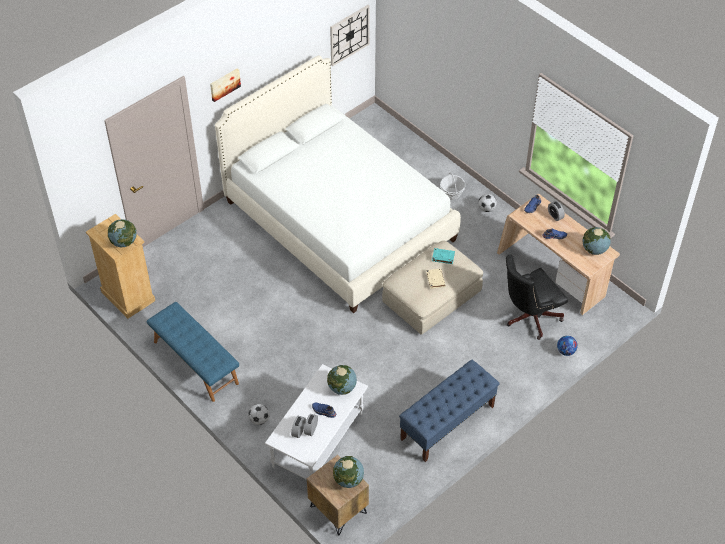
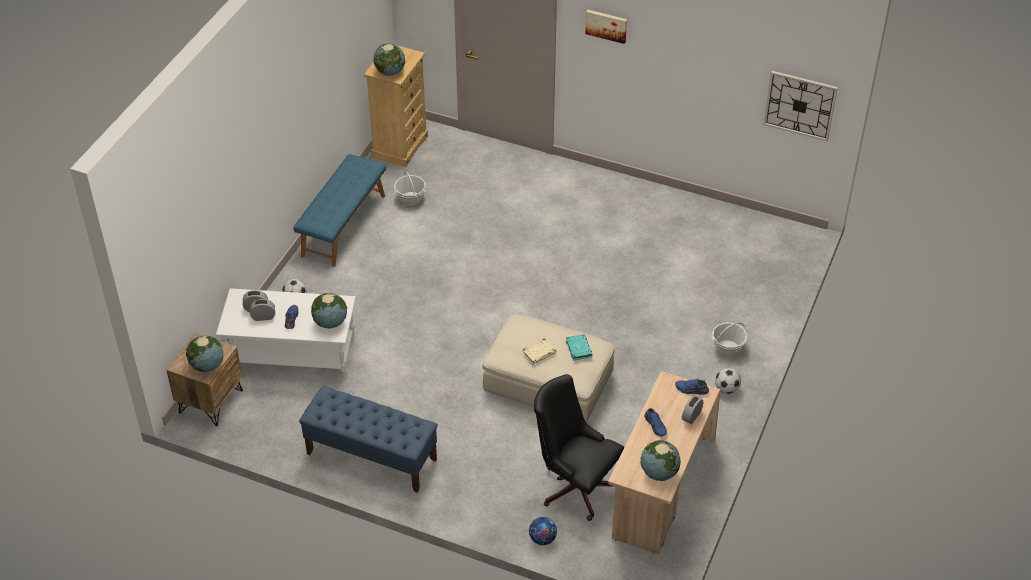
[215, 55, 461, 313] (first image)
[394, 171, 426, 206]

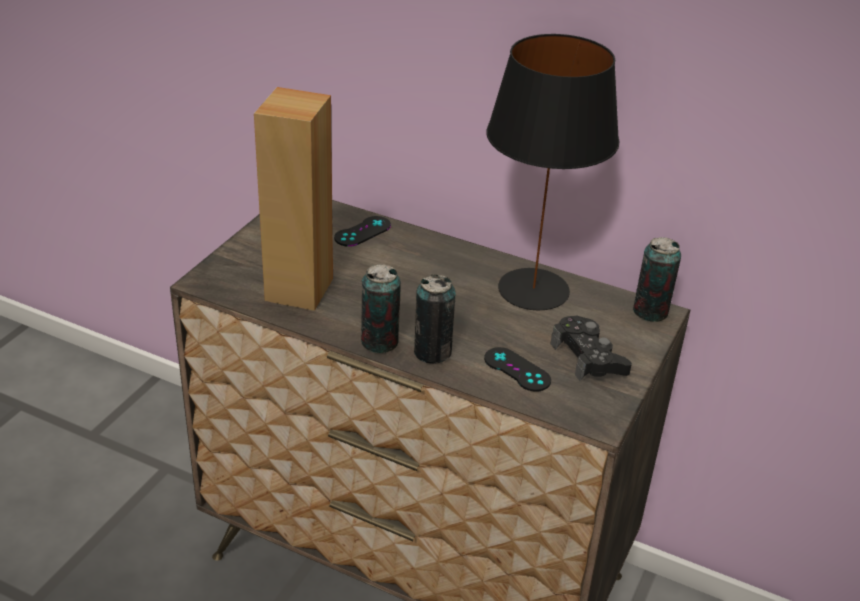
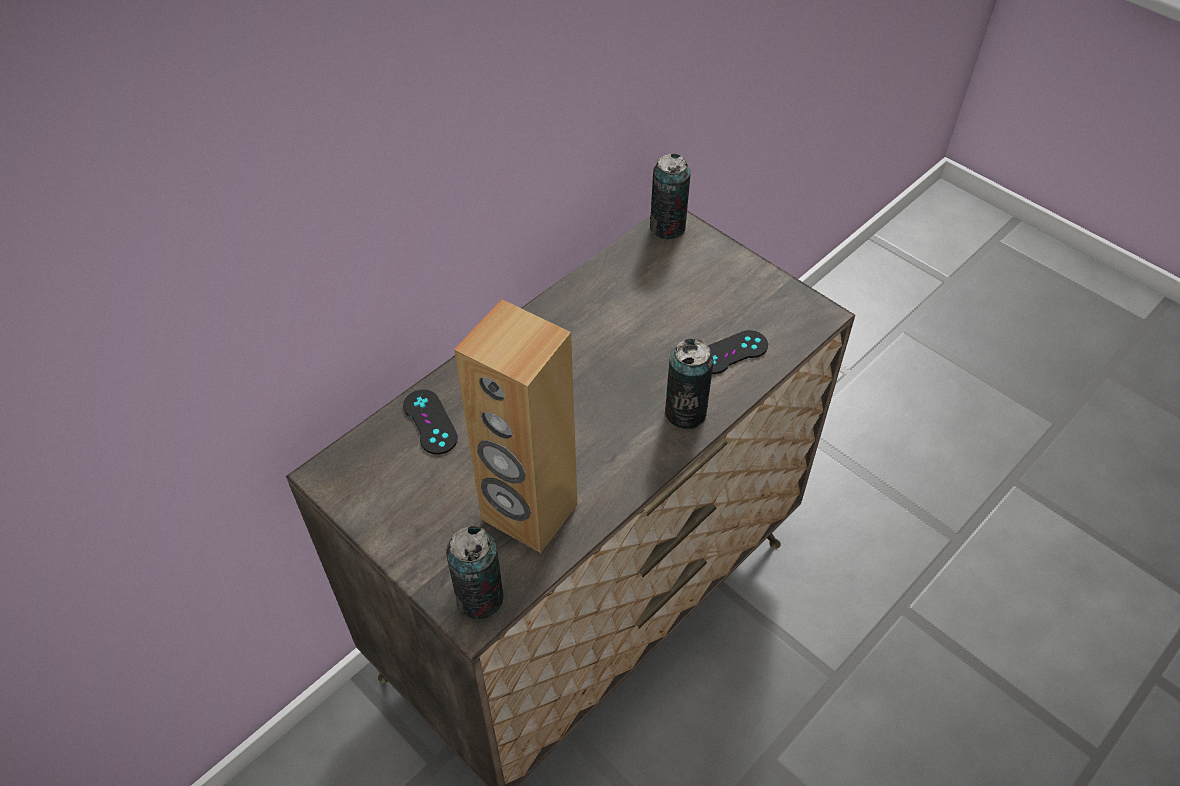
[486, 34, 619, 310] (first image)
[446, 526, 504, 619]
[551, 315, 632, 381] (first image)

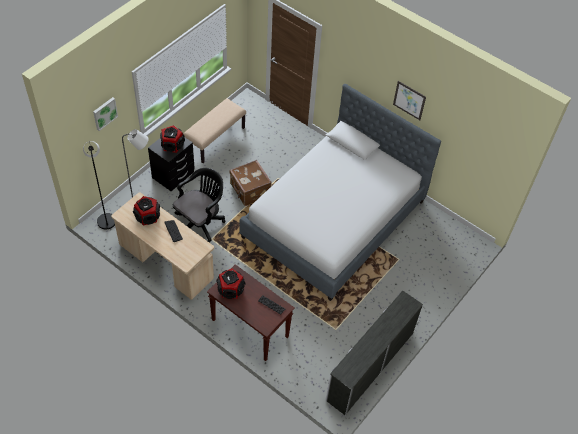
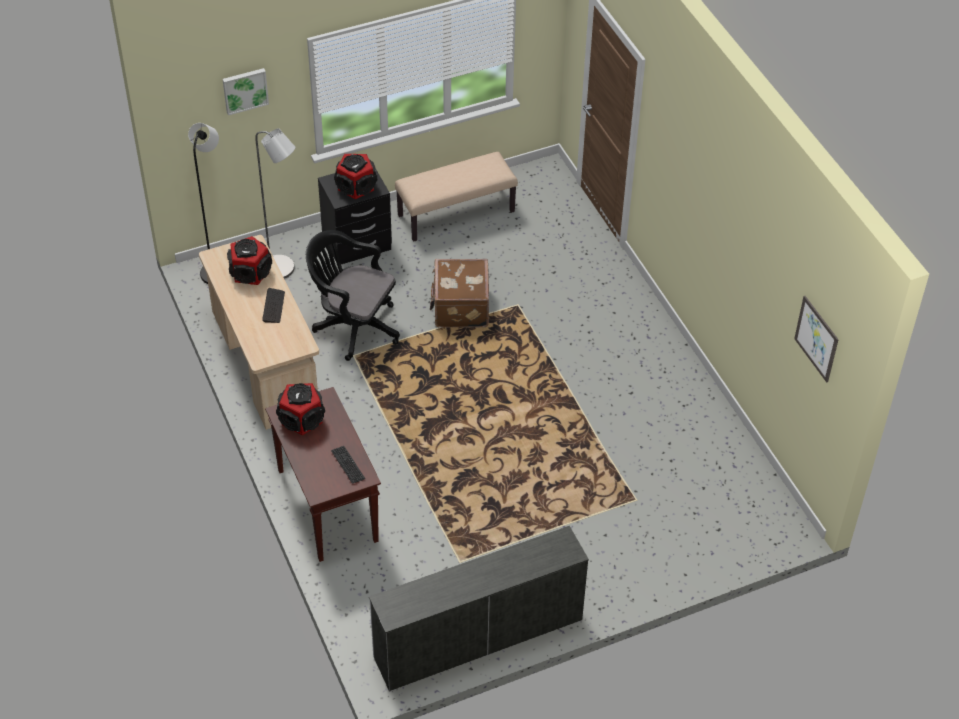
[794, 296, 839, 383]
[240, 84, 441, 301] (first image)
[306, 230, 400, 361]

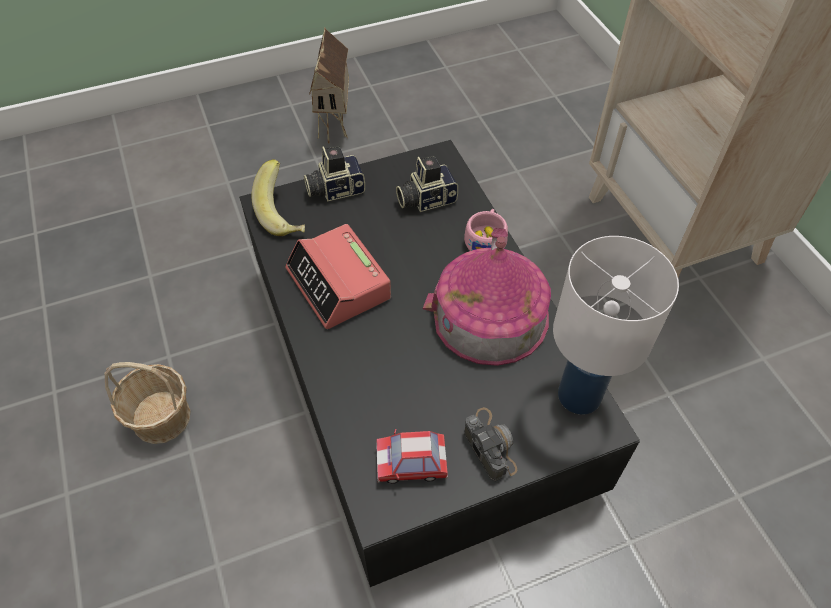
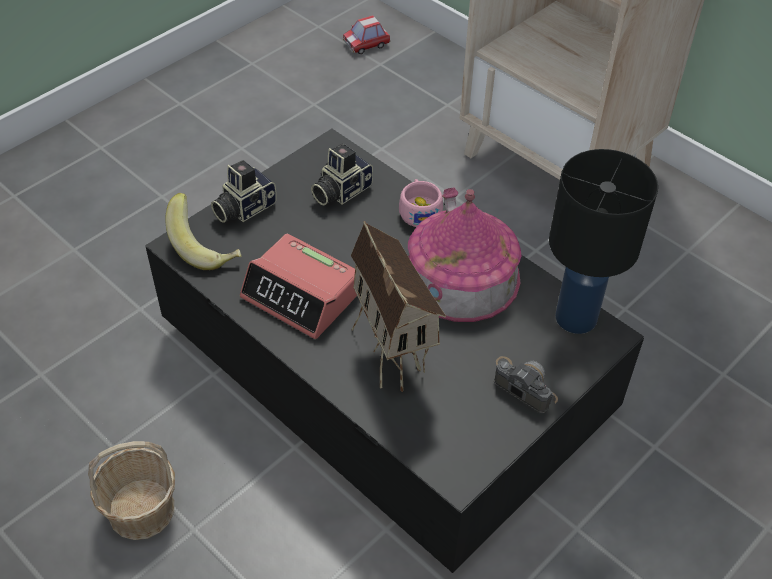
[351, 221, 446, 392]
[549, 149, 658, 334]
[343, 16, 390, 54]

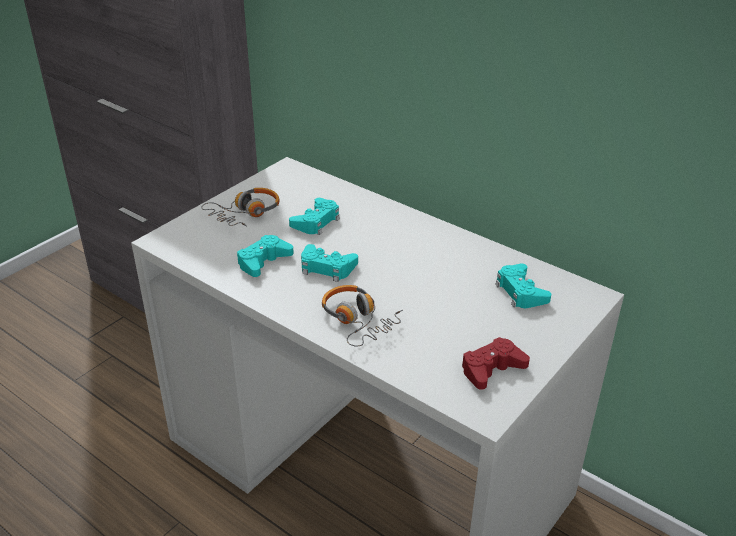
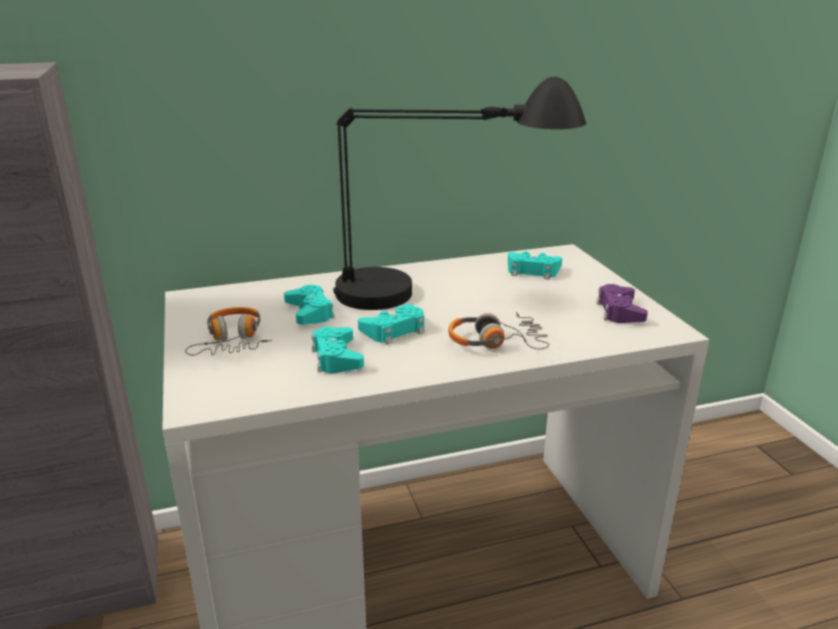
[596, 284, 648, 323]
[333, 77, 586, 310]

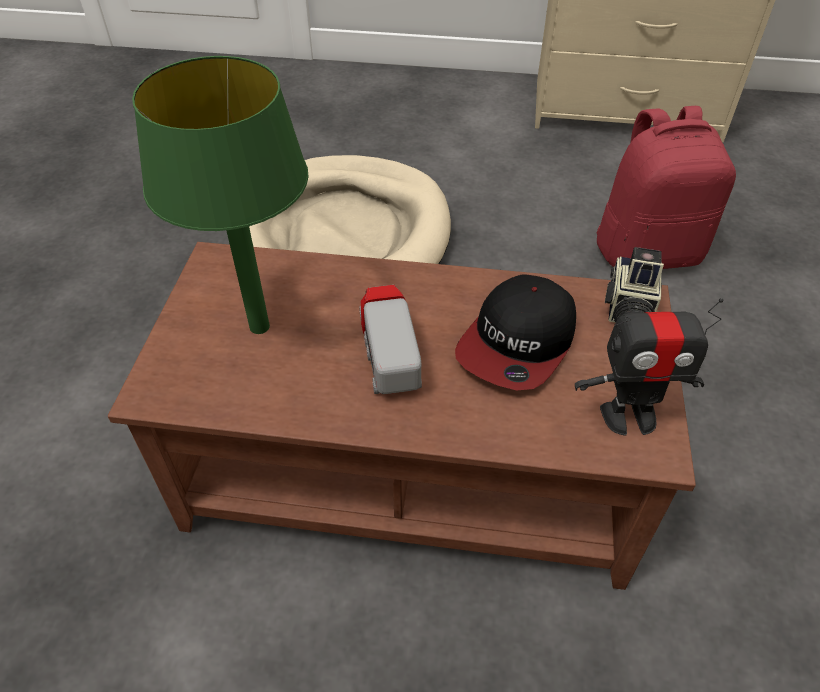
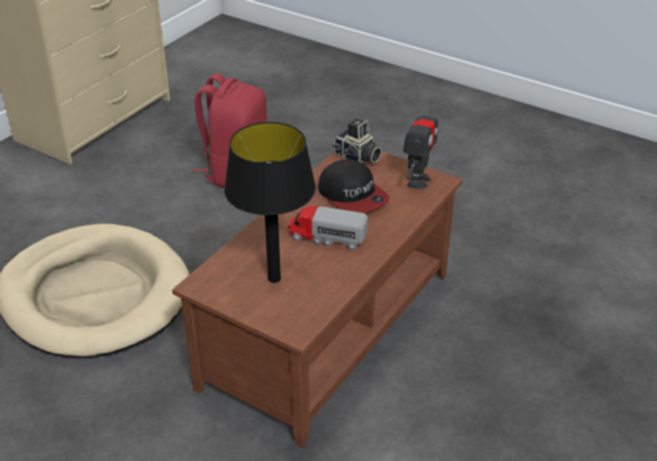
[224, 122, 316, 283]

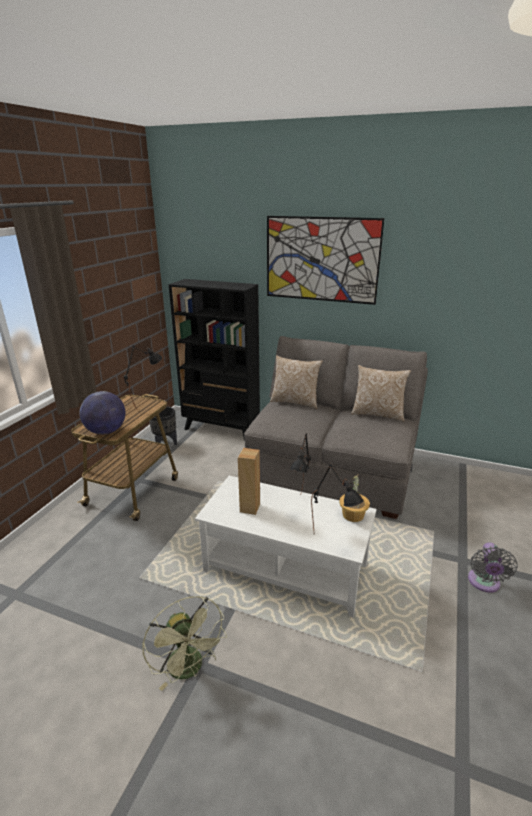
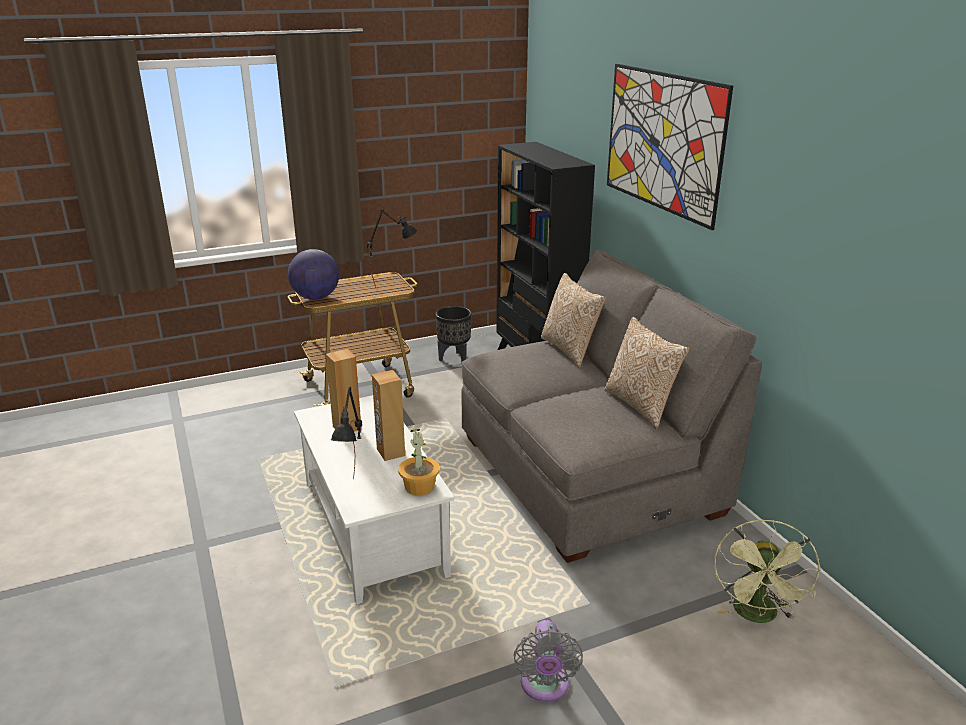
[372, 370, 405, 461]
[514, 620, 583, 702]
[714, 520, 821, 623]

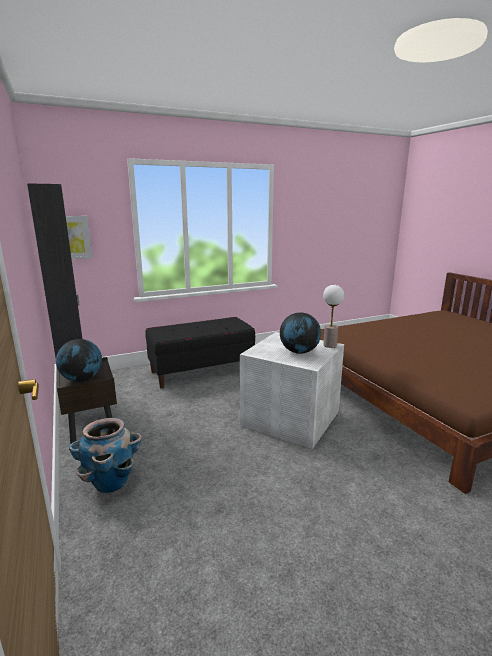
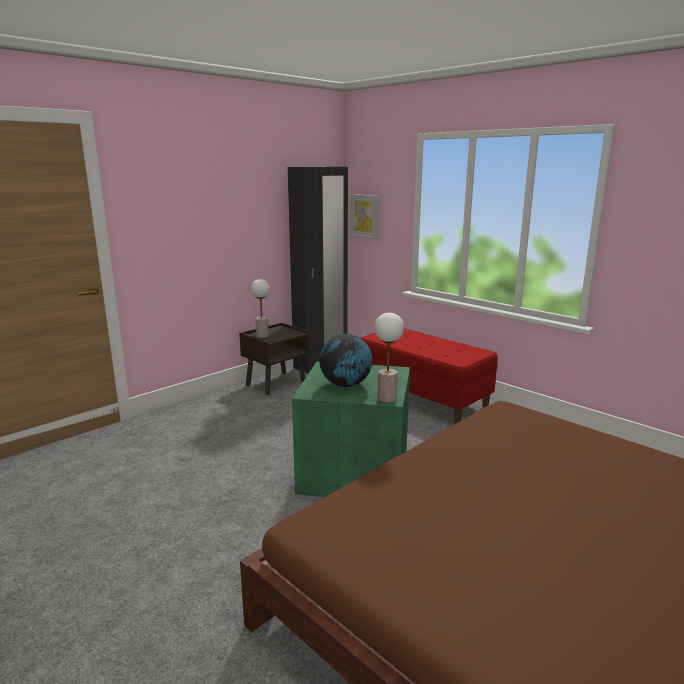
[361, 328, 498, 424]
[292, 361, 410, 497]
[251, 279, 270, 338]
[69, 418, 142, 493] (first image)

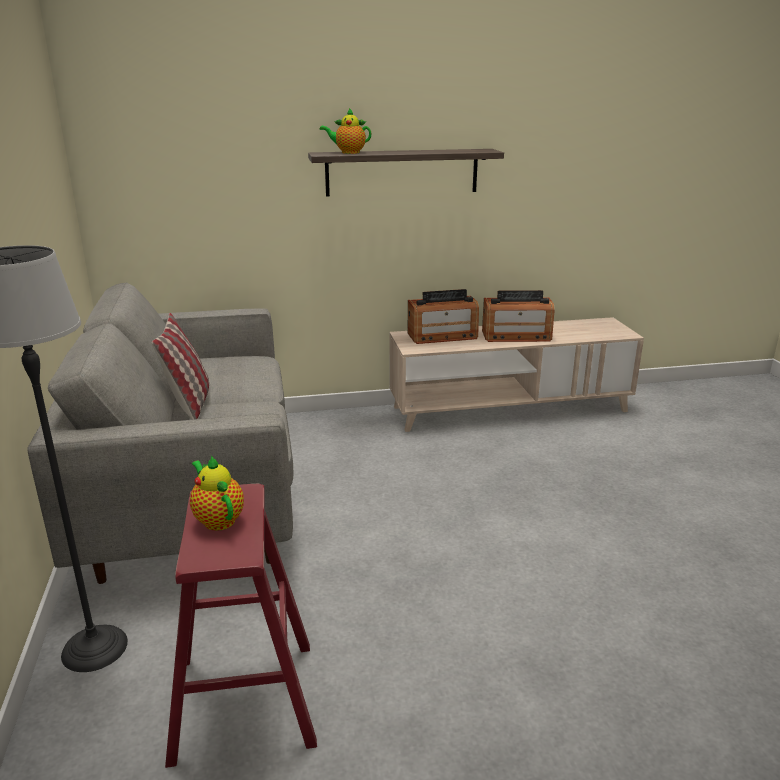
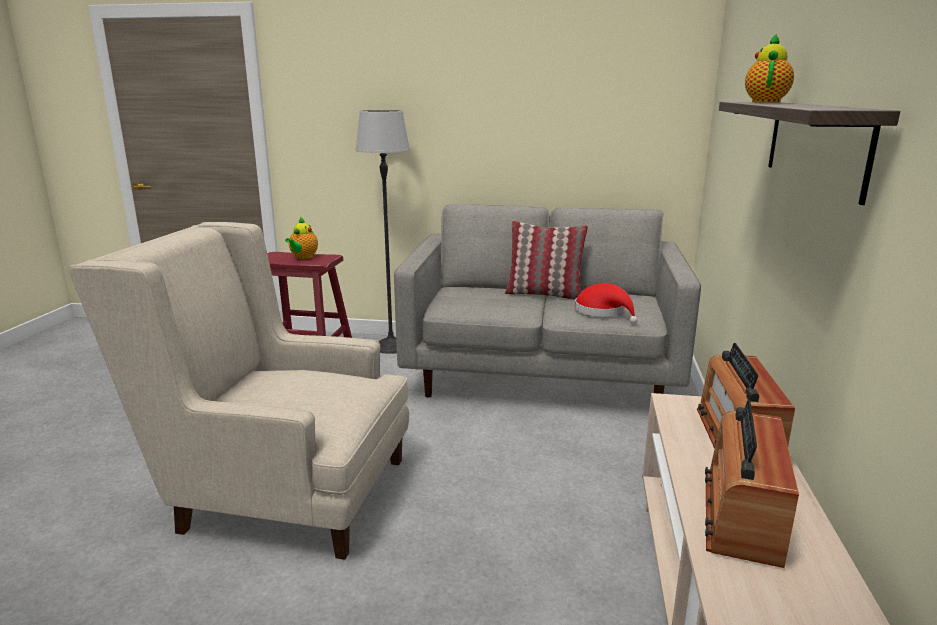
[285, 217, 318, 259]
[69, 222, 409, 560]
[575, 283, 638, 324]

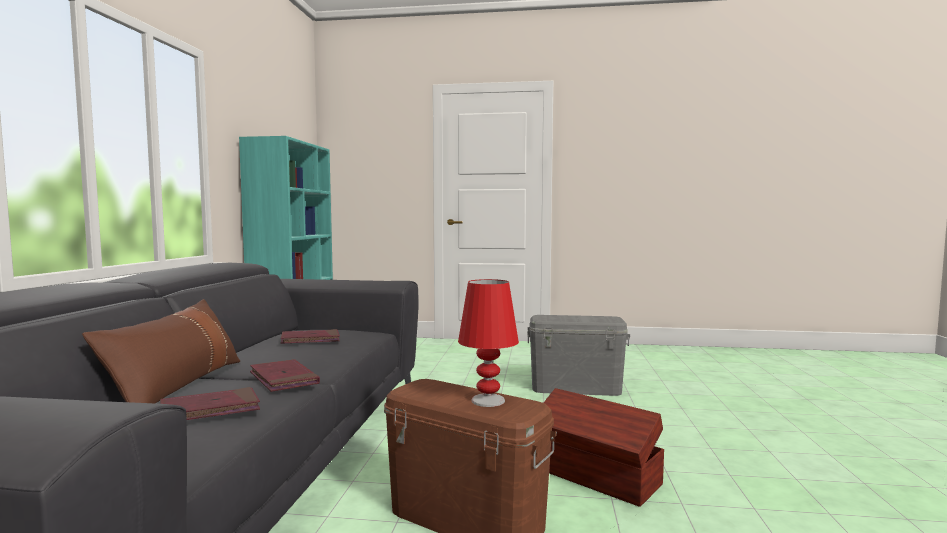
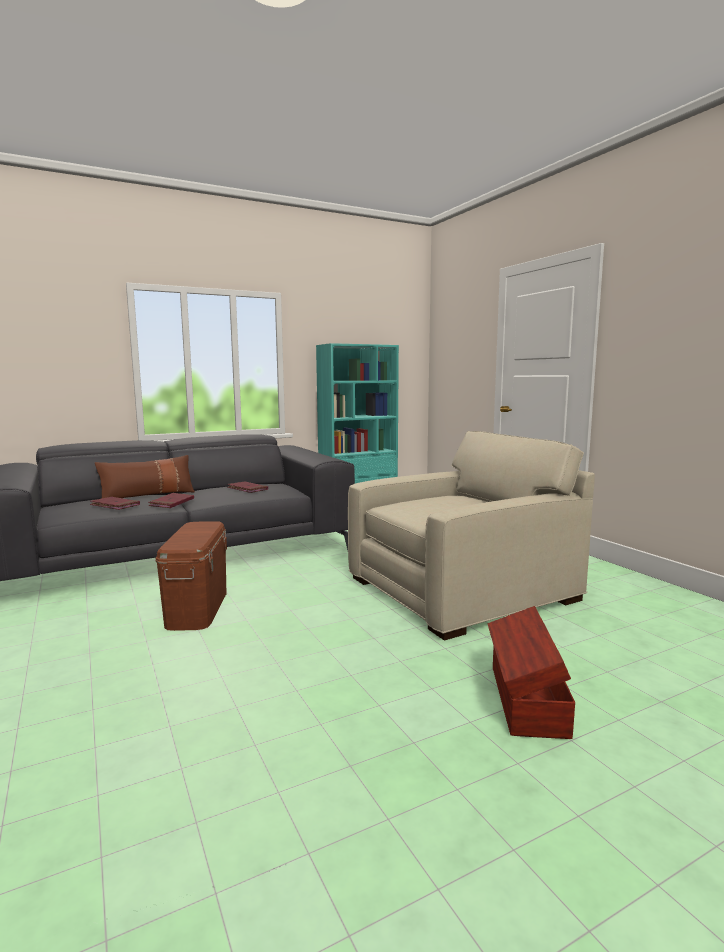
[458, 279, 519, 407] (first image)
[348, 431, 595, 641]
[488, 606, 575, 739]

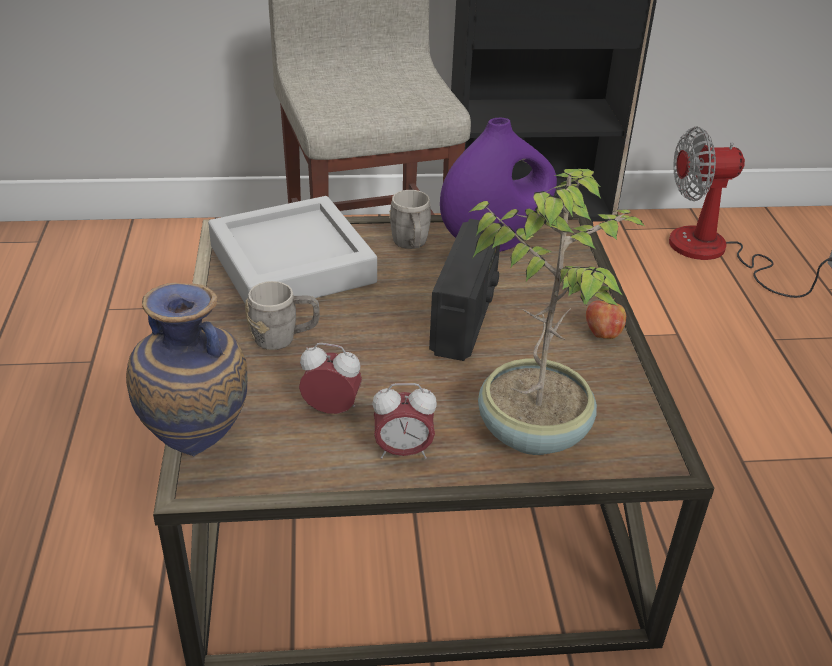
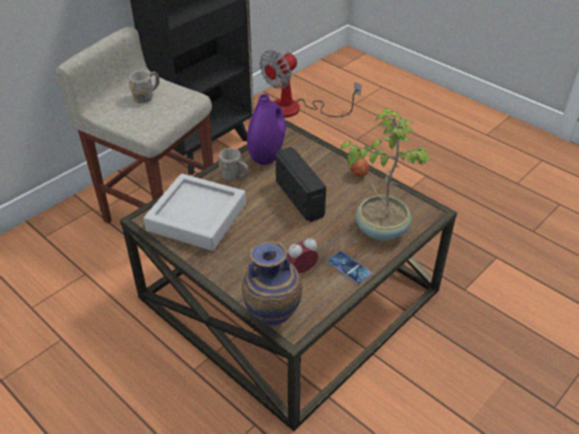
[129, 71, 159, 103]
[328, 251, 372, 284]

